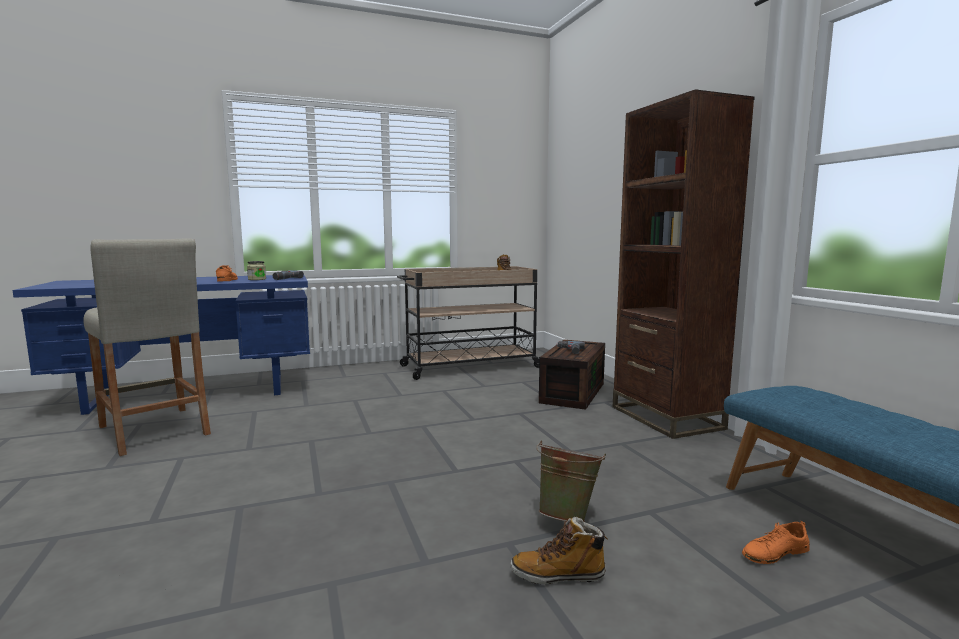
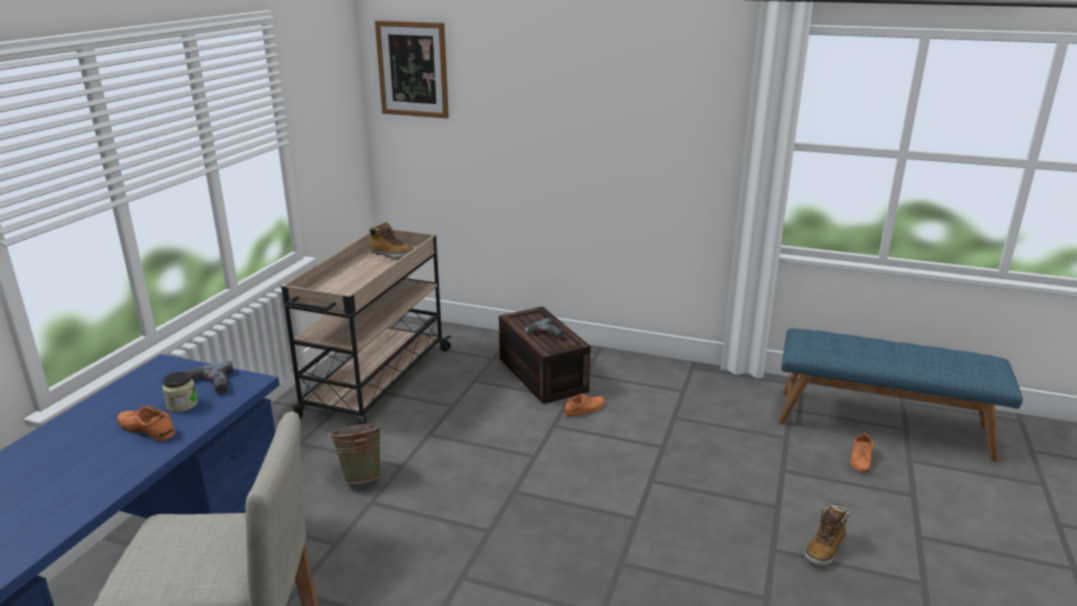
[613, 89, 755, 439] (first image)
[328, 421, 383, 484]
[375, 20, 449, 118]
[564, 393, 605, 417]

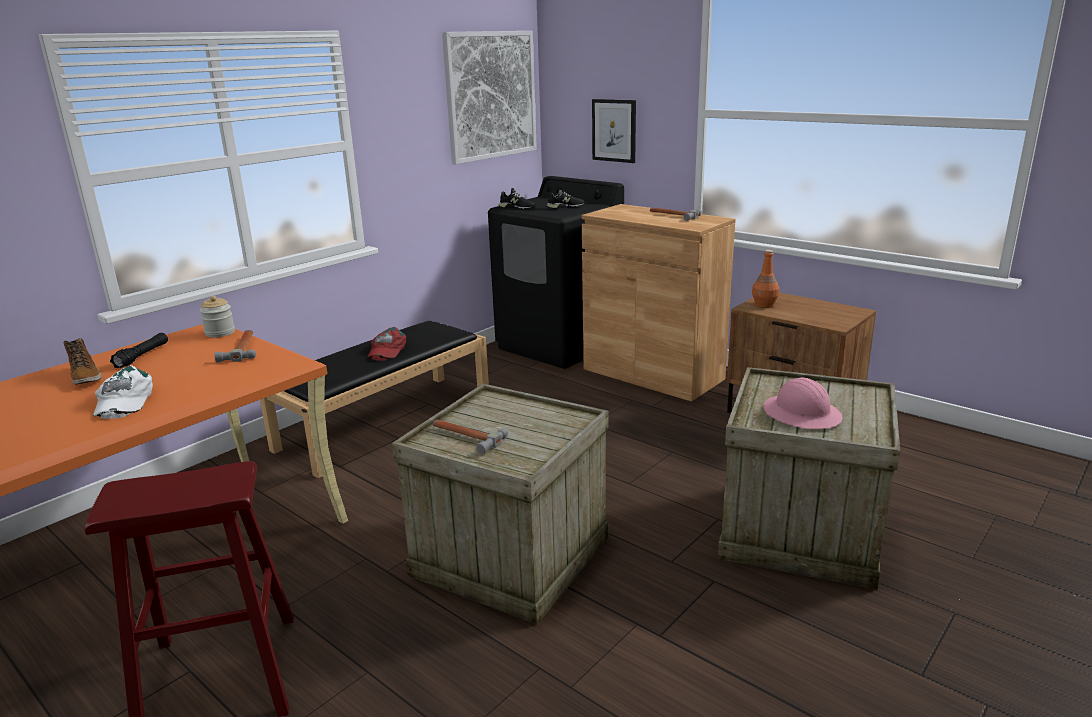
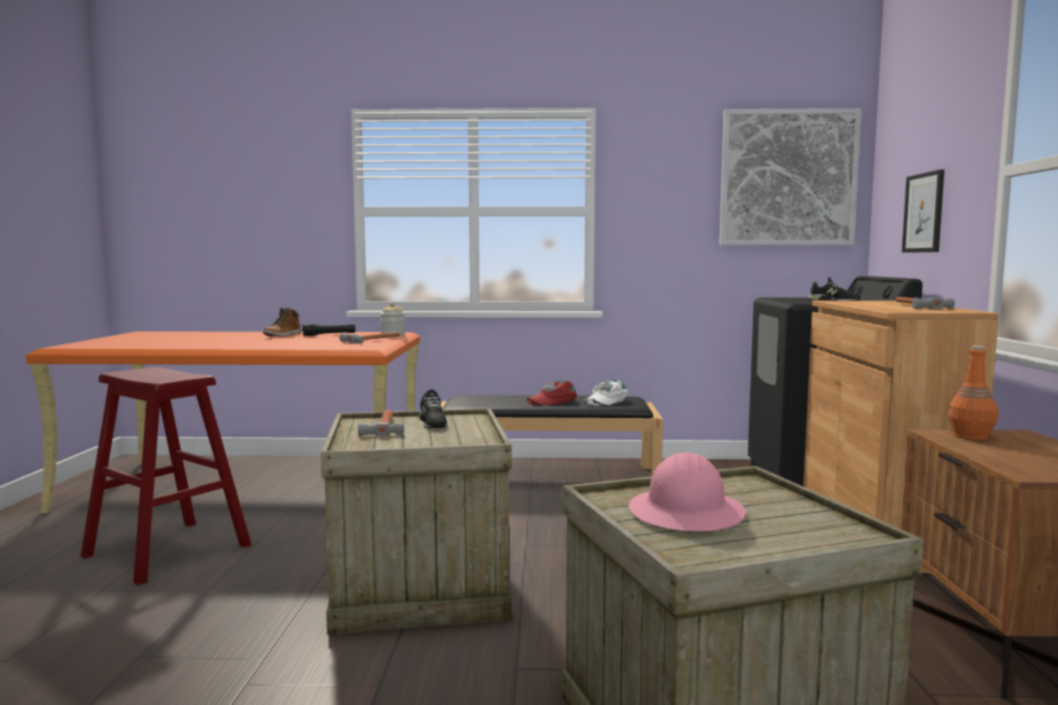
[419, 389, 448, 428]
[584, 380, 628, 406]

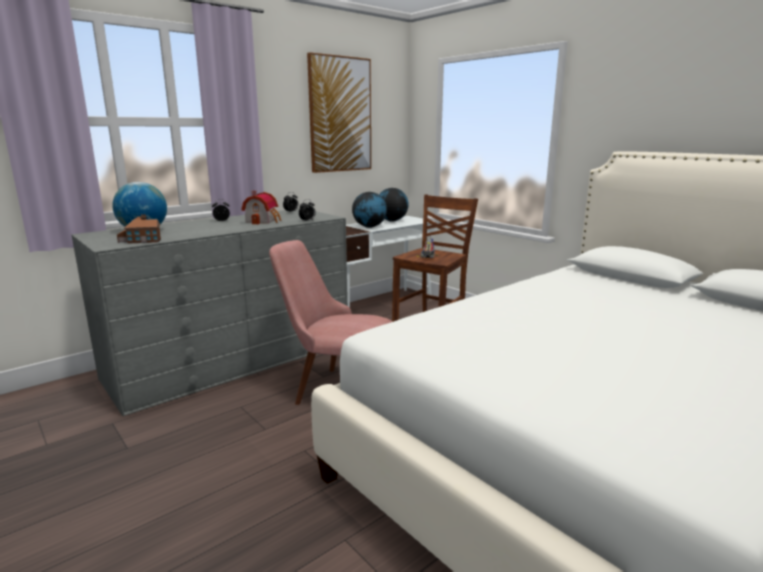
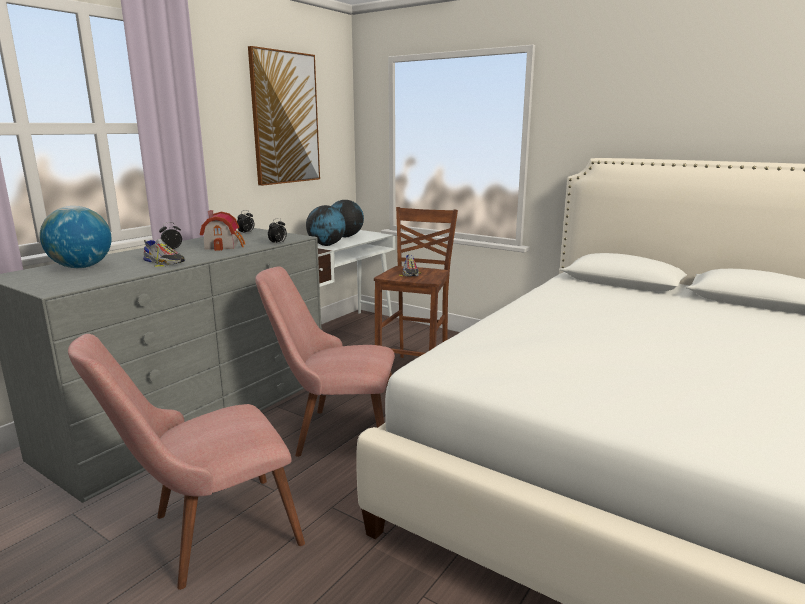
[117, 214, 161, 244] (first image)
[143, 239, 185, 266]
[68, 334, 305, 590]

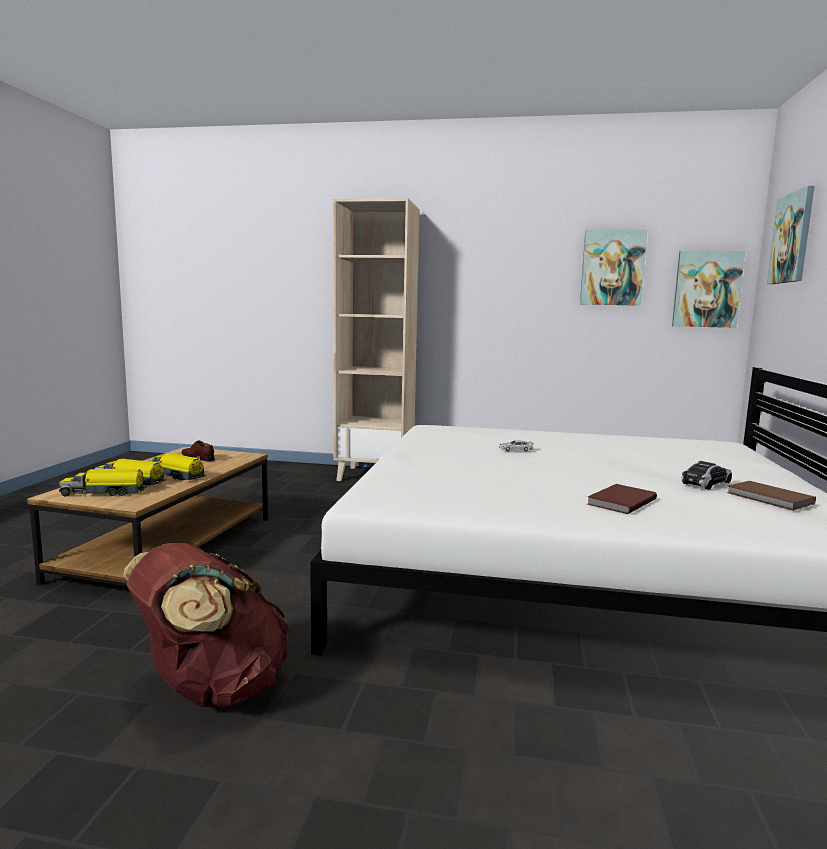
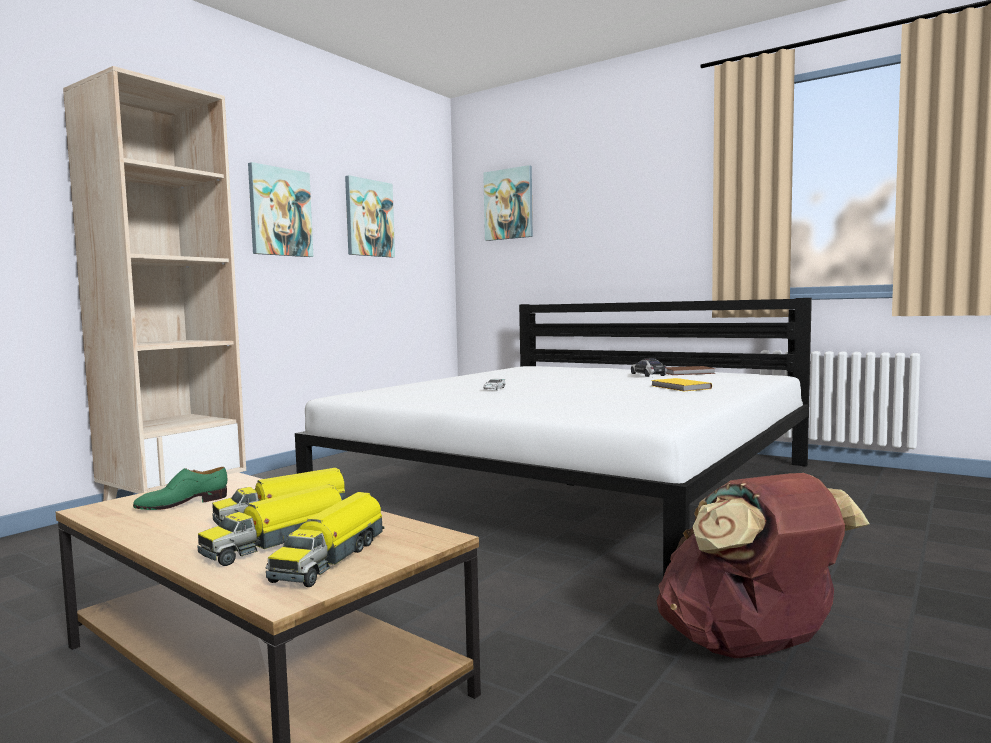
[248, 162, 313, 257]
[133, 467, 227, 510]
[652, 378, 712, 391]

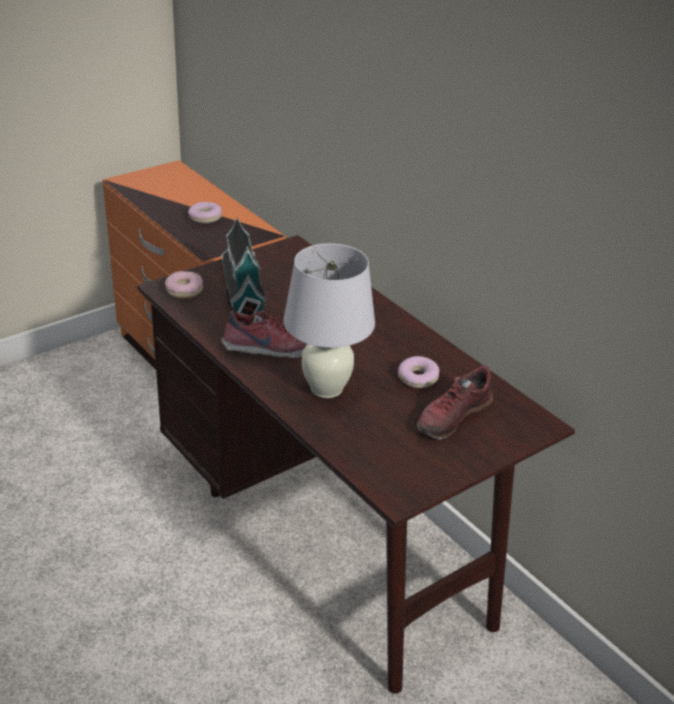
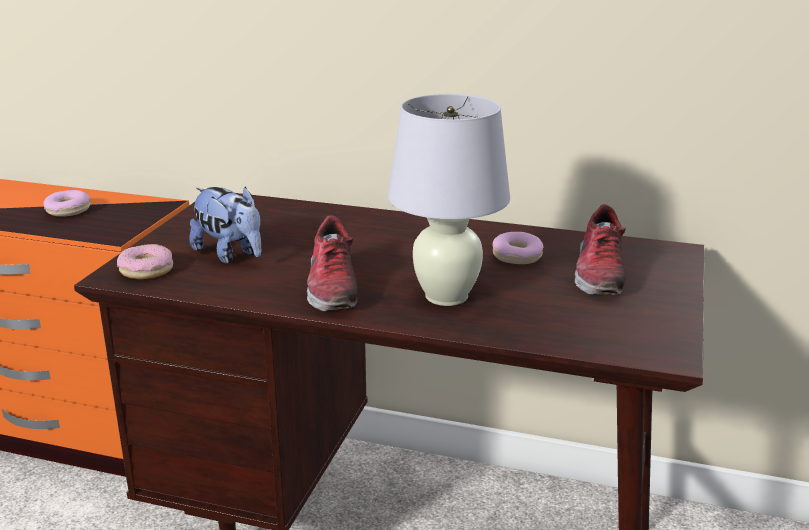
[189, 186, 261, 264]
[307, 215, 357, 311]

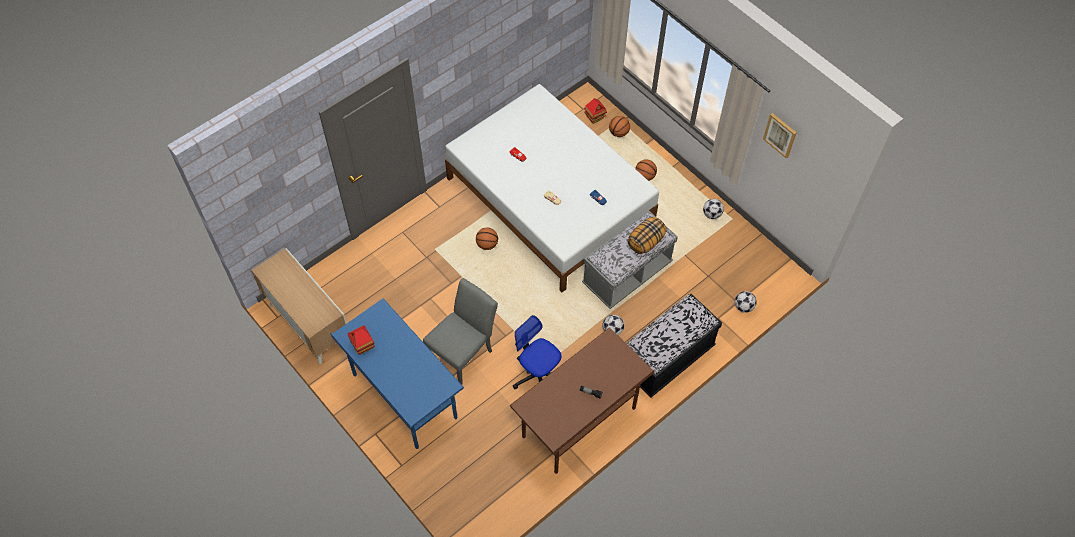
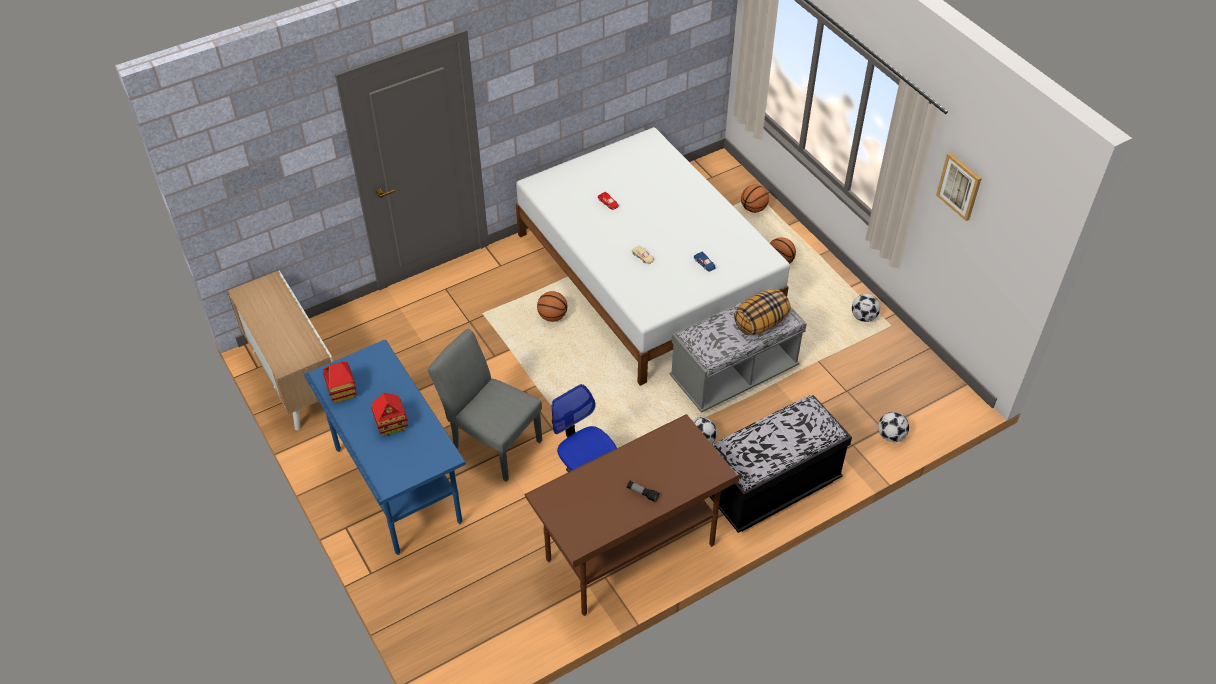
[371, 392, 408, 436]
[428, 329, 542, 482]

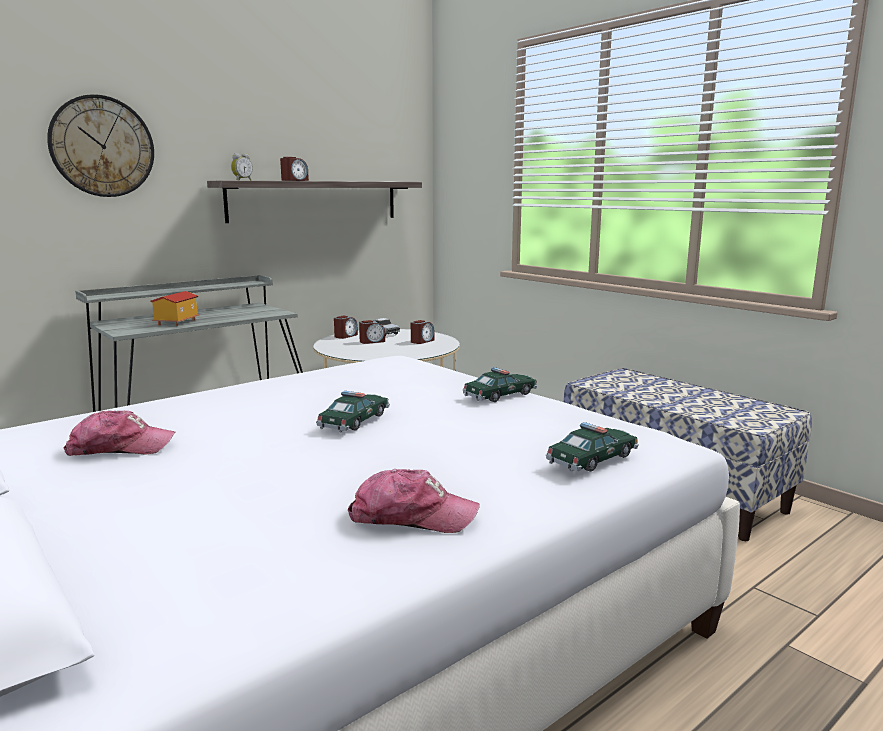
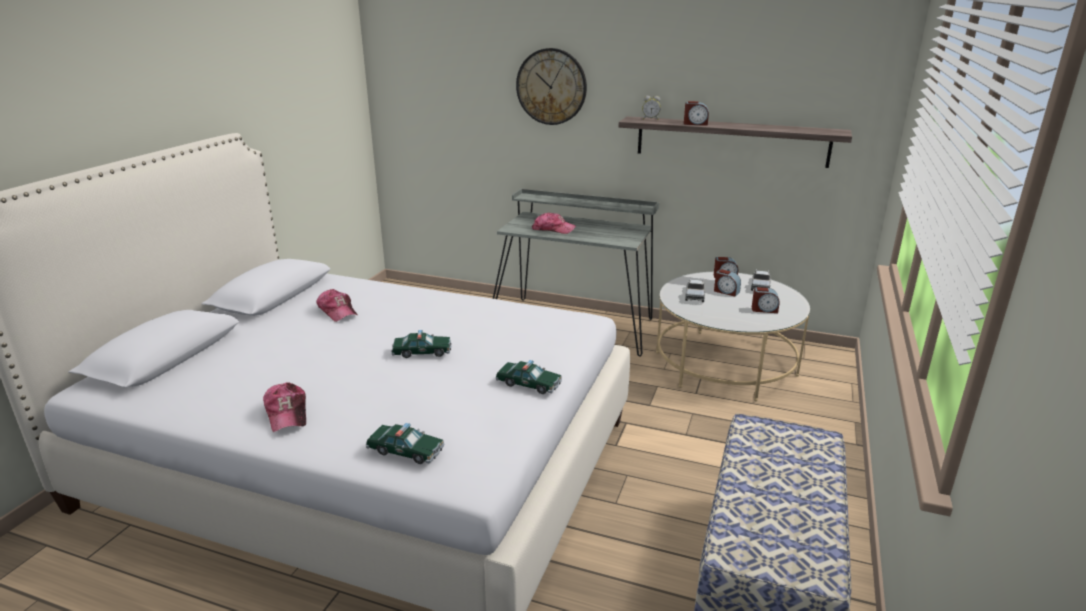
[532, 213, 576, 234]
[685, 277, 705, 302]

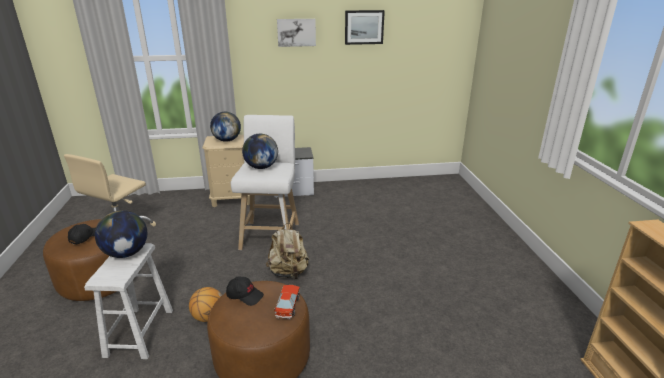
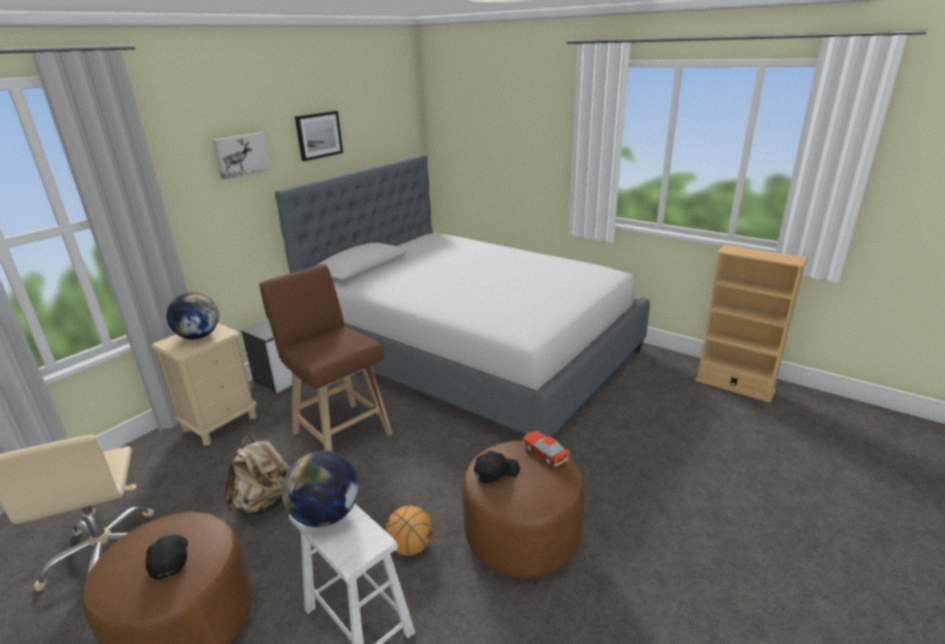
[259, 264, 393, 451]
[242, 134, 278, 169] (first image)
[224, 435, 290, 515]
[275, 154, 650, 437]

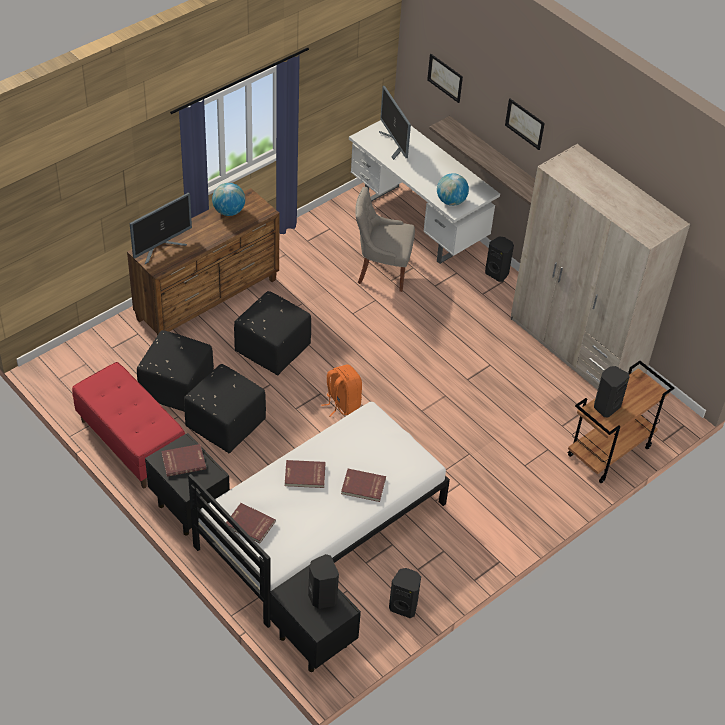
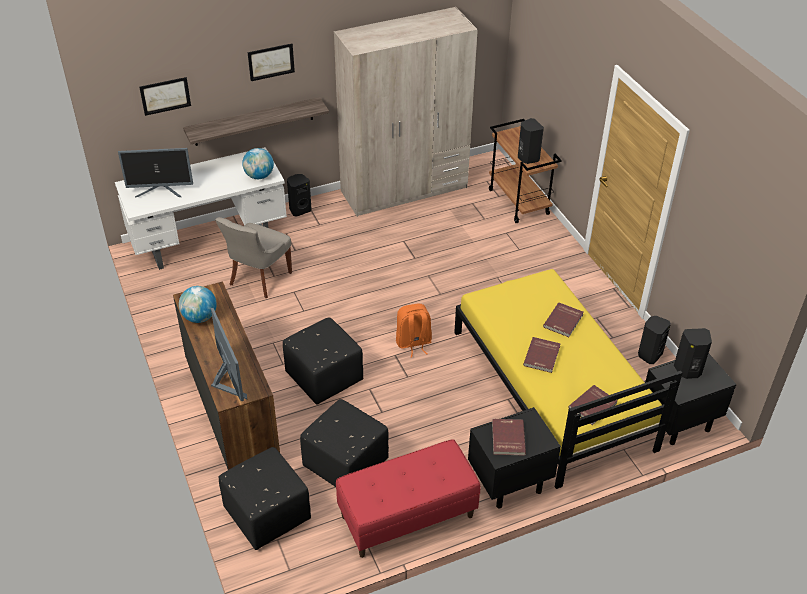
[219, 447, 311, 550]
[454, 269, 682, 489]

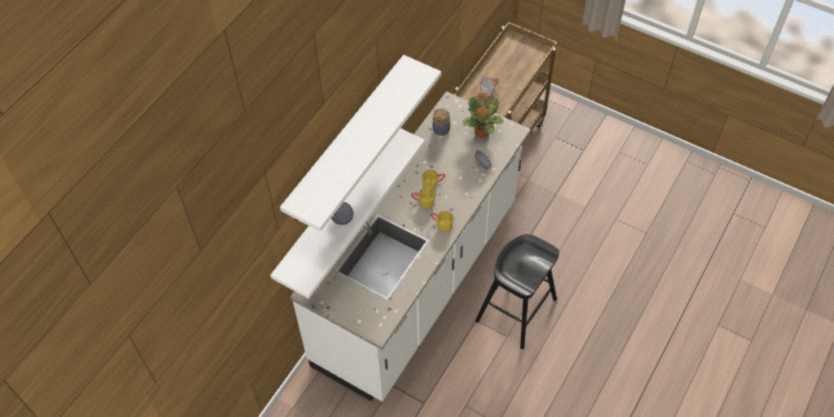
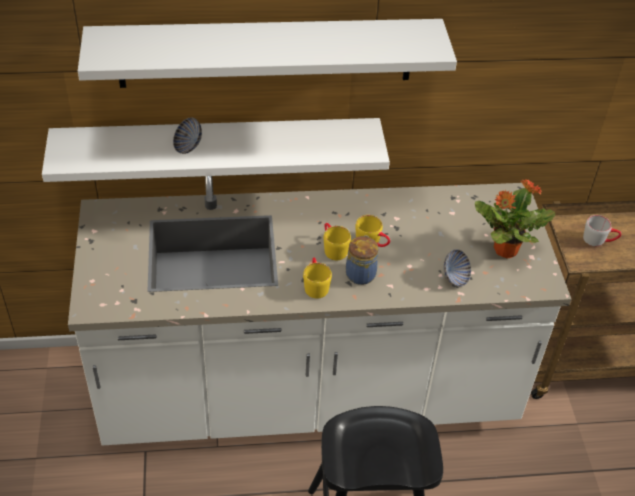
[346, 235, 378, 285]

